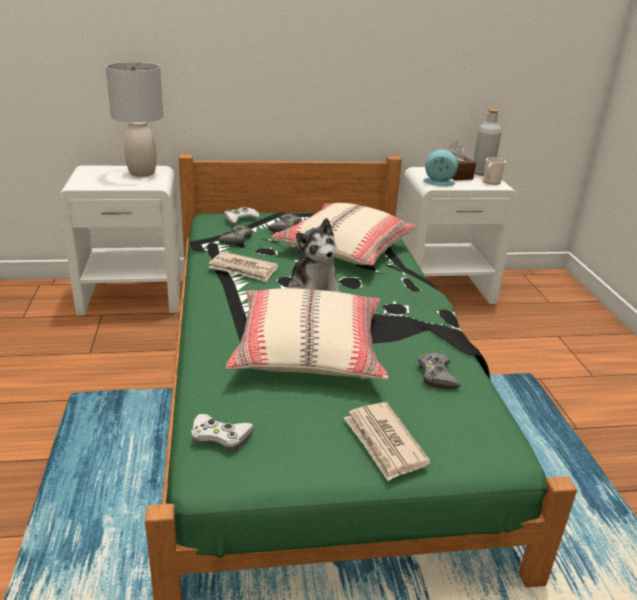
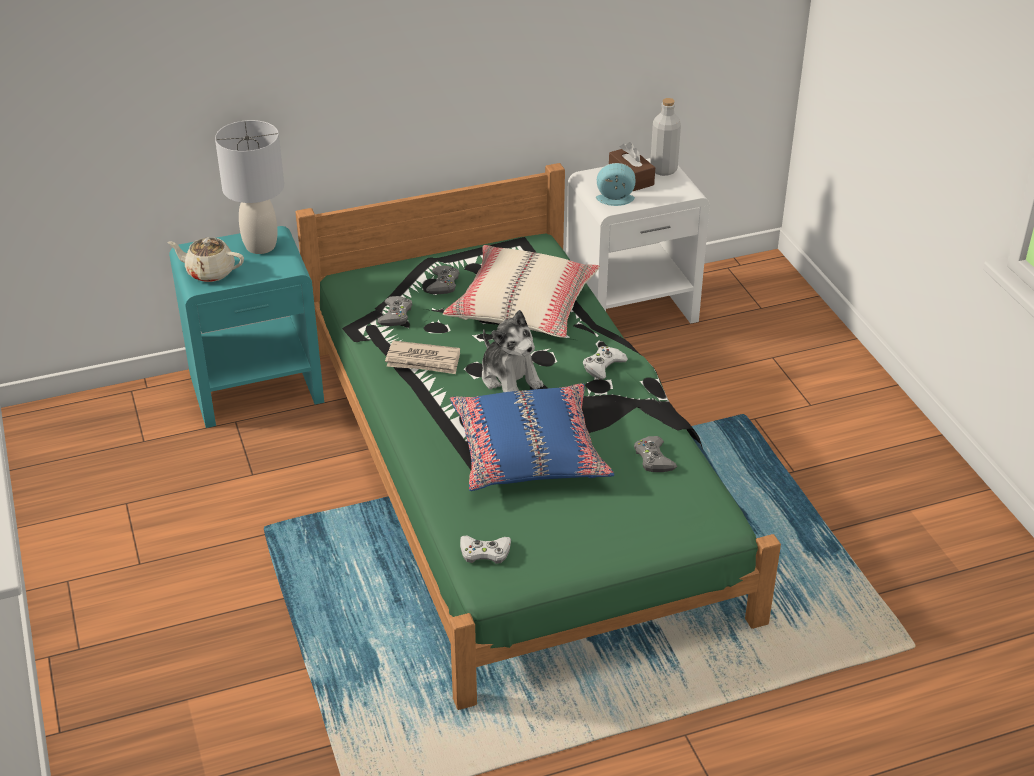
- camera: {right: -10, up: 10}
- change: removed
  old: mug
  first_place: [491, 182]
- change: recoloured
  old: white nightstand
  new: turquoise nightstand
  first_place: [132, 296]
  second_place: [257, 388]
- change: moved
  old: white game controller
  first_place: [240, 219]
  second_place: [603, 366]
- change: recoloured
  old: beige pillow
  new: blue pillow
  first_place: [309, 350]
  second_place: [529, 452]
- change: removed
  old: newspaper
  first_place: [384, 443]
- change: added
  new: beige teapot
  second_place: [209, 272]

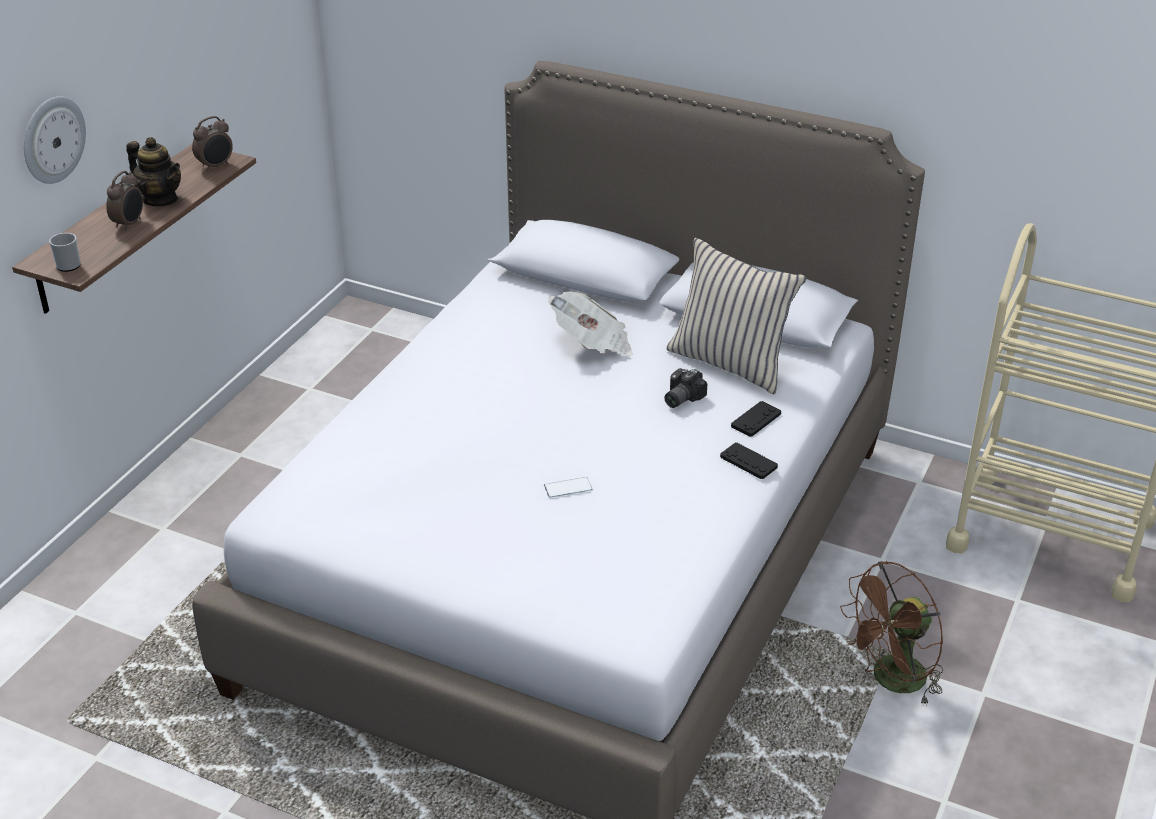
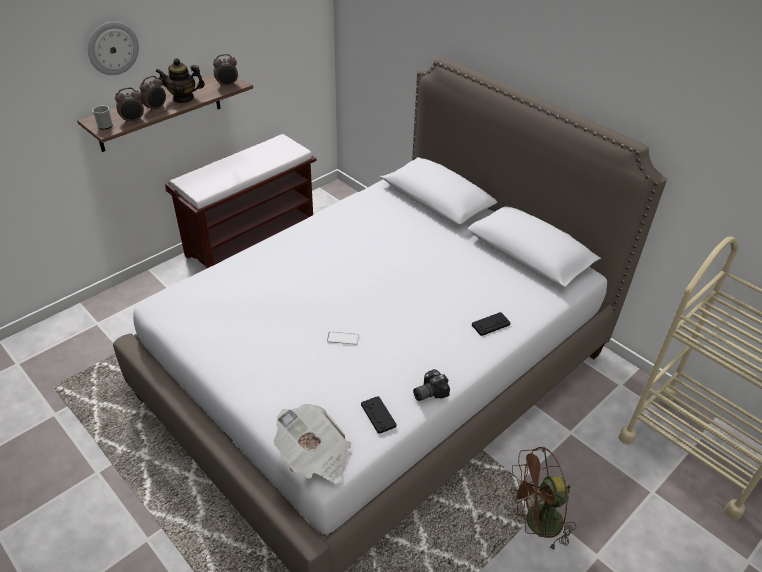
- camera: {right: 20, up: 5}
- change: turned
  old: teapot
  first_place: [160, 199]
  second_place: [183, 98]
  degrees: 120
- change: removed
  old: beige pillow
  first_place: [730, 362]
- change: moved
  old: newspaper
  first_place: [592, 344]
  second_place: [314, 456]
- change: moved
  old: photo camera
  first_place: [680, 398]
  second_place: [428, 392]
- change: moved
  old: black game controller
  first_place: [748, 462]
  second_place: [378, 415]
- change: added
  new: alarm clock
  second_place: [133, 121]
- change: added
  new: brown bench
  second_place: [252, 239]

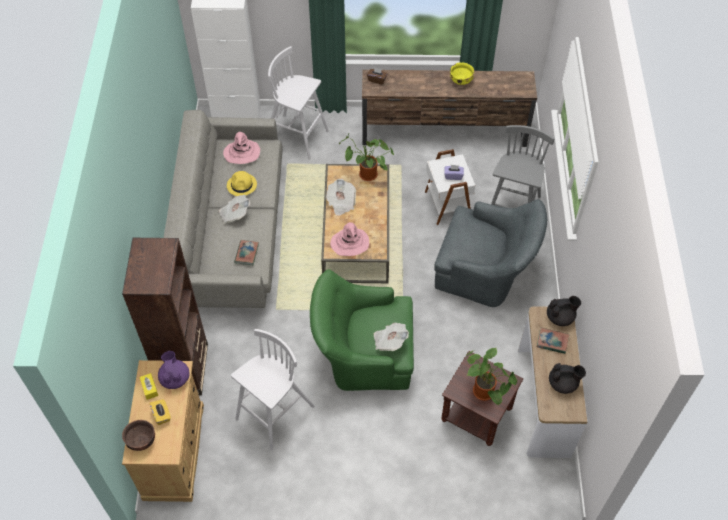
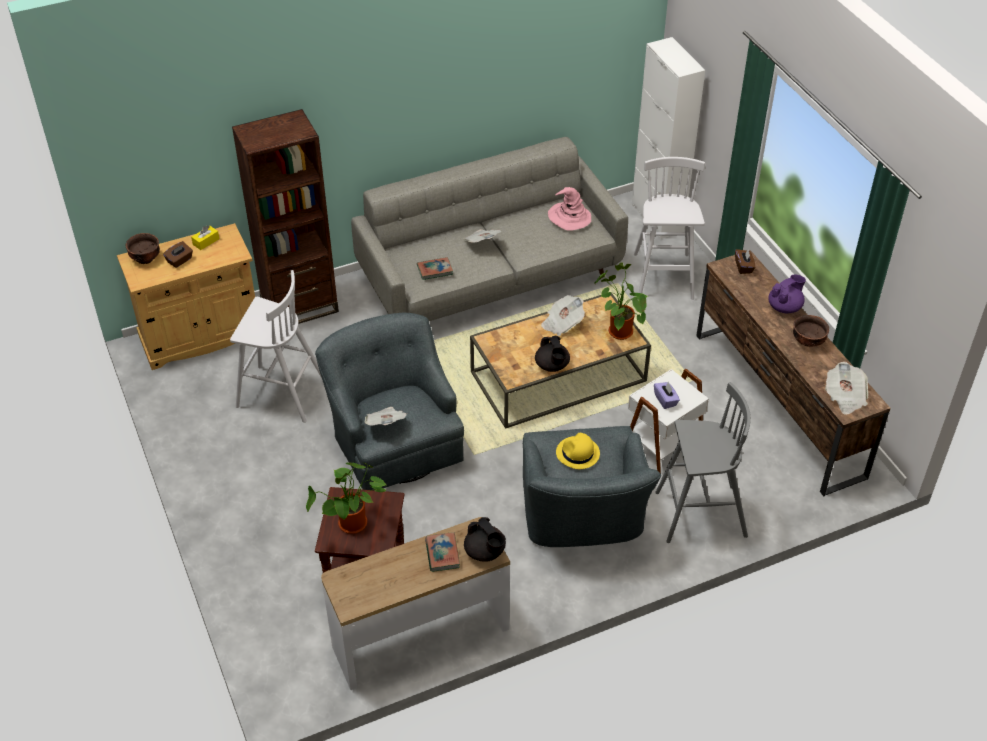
- camera: {right: 65, up: -10}
- change: recoloured
  old: yellow bowl
  new: brown bowl
  first_place: [460, 80]
  second_place: [808, 341]
- change: moved
  old: yellow hat
  first_place: [242, 185]
  second_place: [577, 453]
- change: removed
  old: pink hat
  first_place: [350, 243]
- change: recoloured
  old: green armchair
  new: grey armchair
  first_place: [363, 354]
  second_place: [394, 440]
- change: moved
  old: purple teapot
  first_place: [175, 378]
  second_place: [785, 307]
- change: moved
  old: black teapot
  first_place: [563, 383]
  second_place: [552, 366]
- change: recoloured
  old: yellow tissue box
  new: brown tissue box
  first_place: [162, 415]
  second_place: [180, 260]
- change: added
  new: newspaper
  second_place: [845, 397]

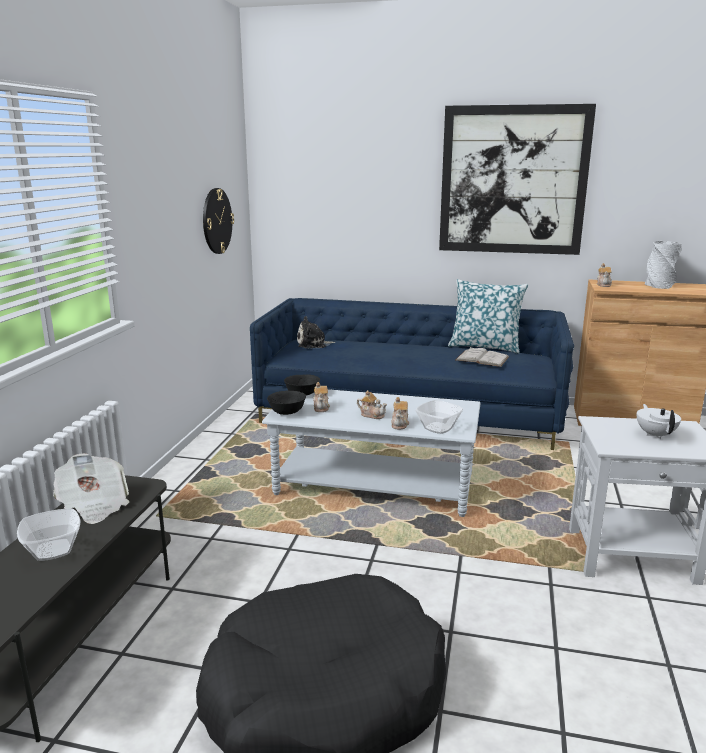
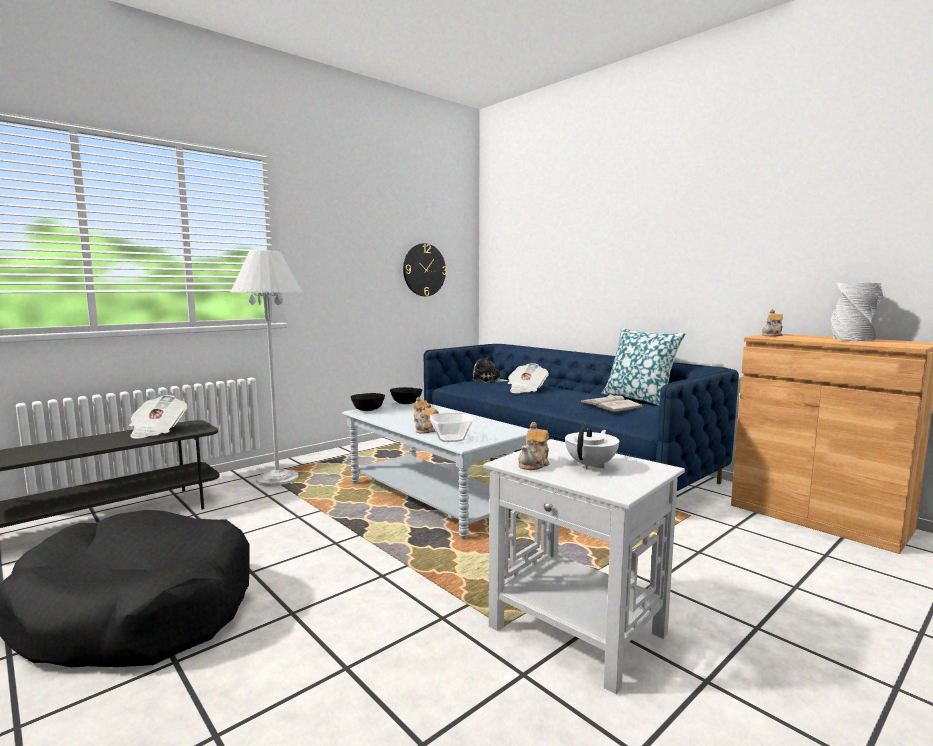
- camera: {right: 35, up: -10}
- change: removed
  old: picture
  first_place: [513, 180]
- change: moved
  old: teapot
  first_place: [321, 407]
  second_place: [534, 464]
- change: removed
  old: bowl
  first_place: [52, 551]
- change: added
  new: white floor lamp
  second_place: [277, 479]
- change: added
  new: newspaper
  second_place: [526, 390]

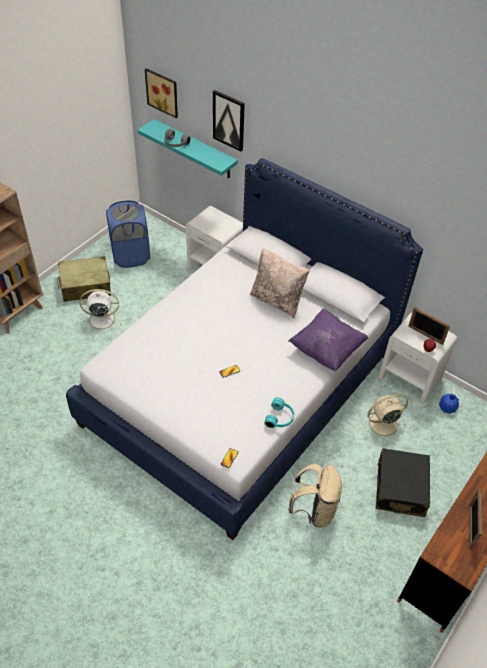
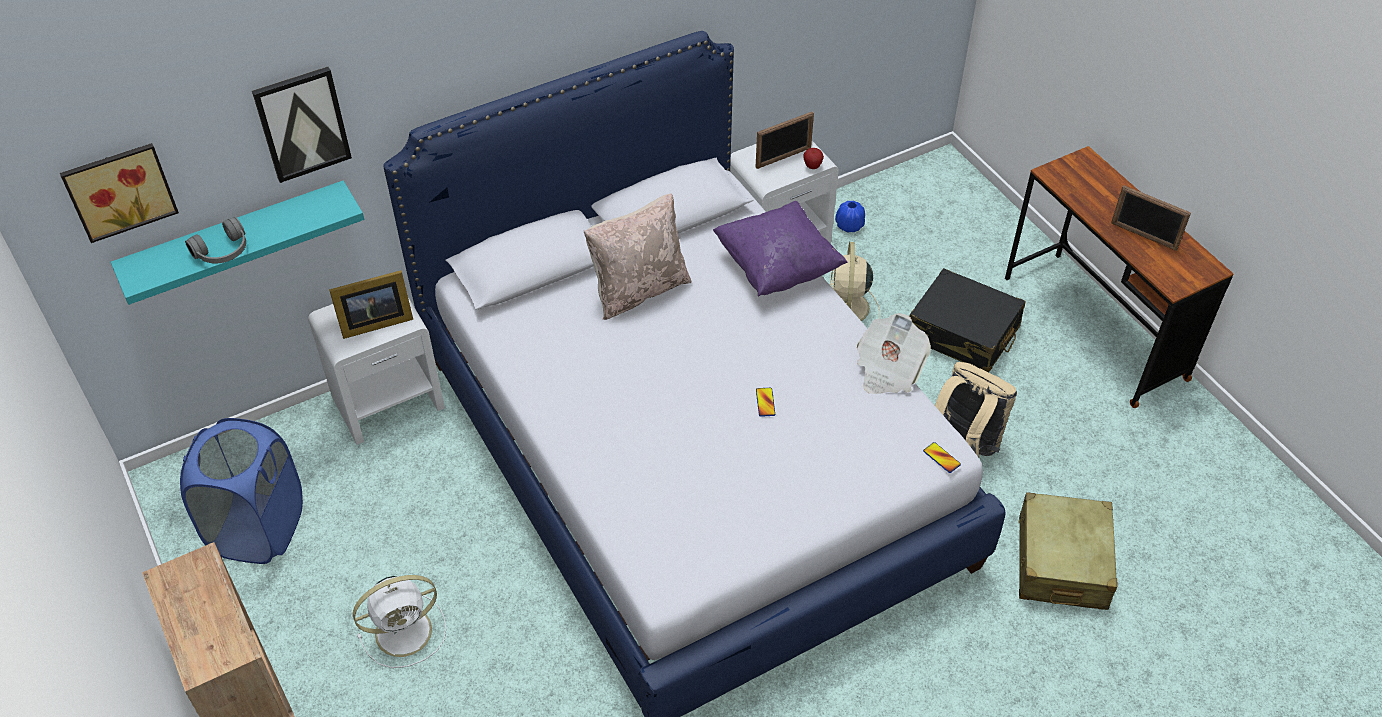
- camera: {right: -65, up: 0}
- change: moved
  old: beige suitcase
  first_place: [85, 286]
  second_place: [1061, 563]
- change: turned
  old: white fan
  first_place: [100, 319]
  second_place: [406, 631]
  degrees: -135
- change: replaced
  old: turquoise headphones
  new: newspaper
  first_place: [280, 418]
  second_place: [888, 369]
- change: added
  new: picture frame
  second_place: [373, 322]

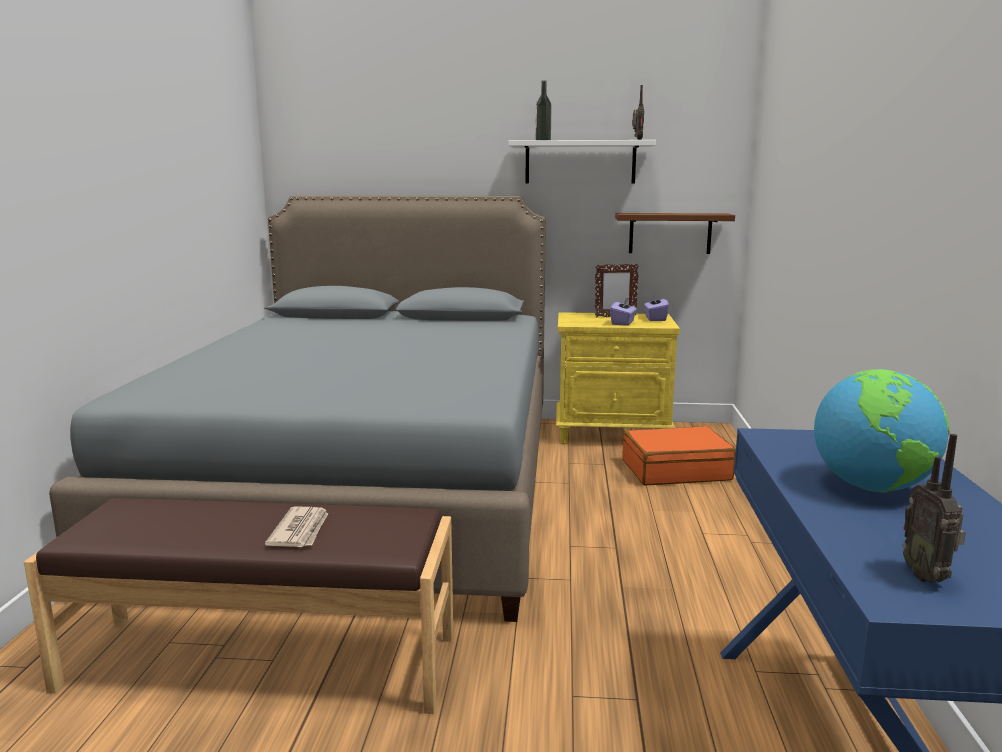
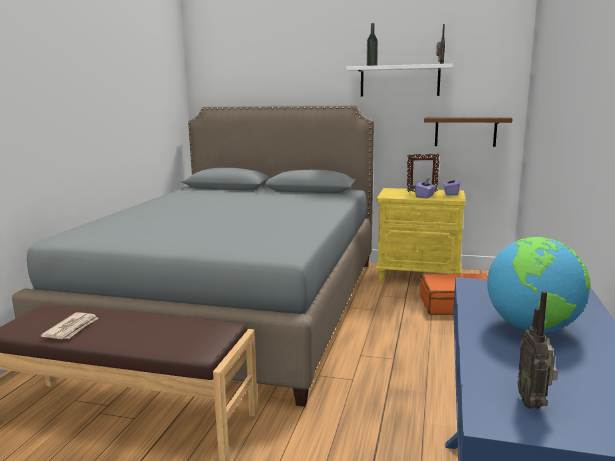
- camera: {right: 10, up: 0}
- change: moved
  old: newspaper
  first_place: [301, 530]
  second_place: [72, 328]

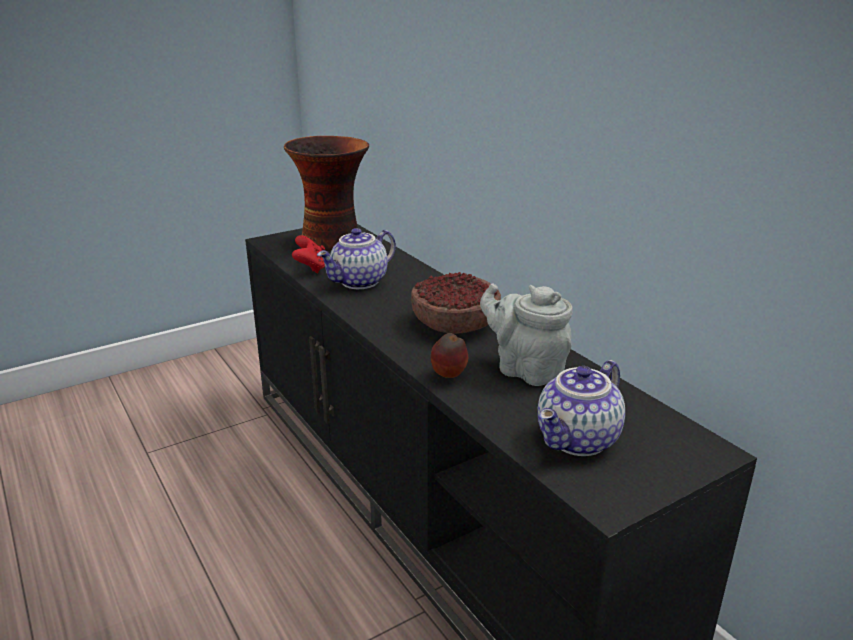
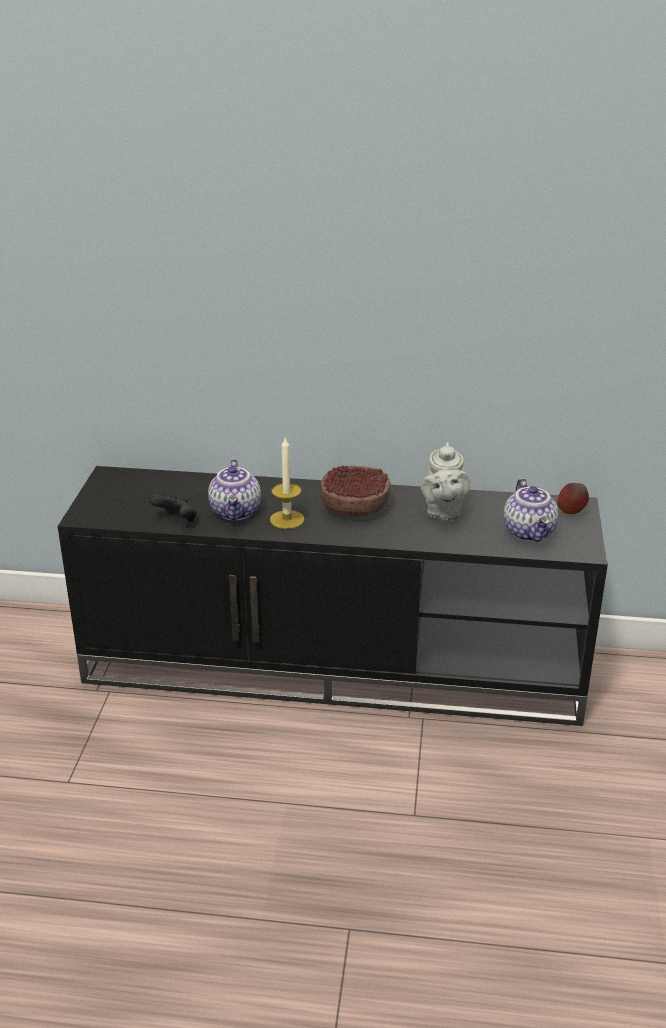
- camera: {right: -50, up: 5}
- change: removed
  old: vase
  first_place: [333, 241]
- change: recoloured
  old: red game controller
  new: black game controller
  first_place: [311, 268]
  second_place: [177, 520]
- change: turned
  old: grey teapot
  first_place: [525, 369]
  second_place: [443, 512]
  degrees: -75
- change: moved
  old: apple
  first_place: [449, 377]
  second_place: [571, 513]
- change: added
  new: candle
  second_place: [287, 519]

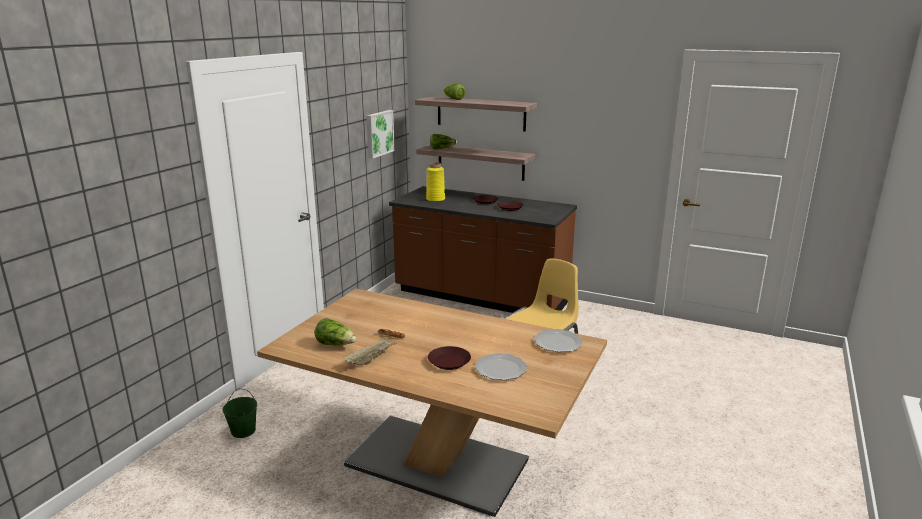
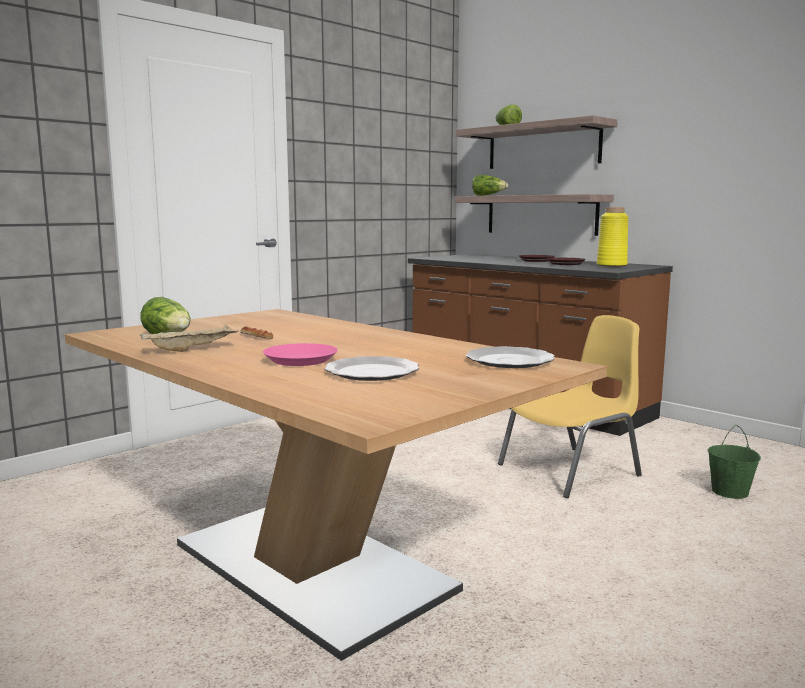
- camera: {right: 20, up: -10}
- change: removed
  old: picture
  first_place: [378, 133]
- change: moved
  old: yellow vase
  first_place: [435, 199]
  second_place: [611, 265]
- change: recoloured
  old: brown plate
  new: pink plate
  first_place: [449, 362]
  second_place: [300, 360]
- change: moved
  old: green bucket
  first_place: [243, 431]
  second_place: [729, 492]

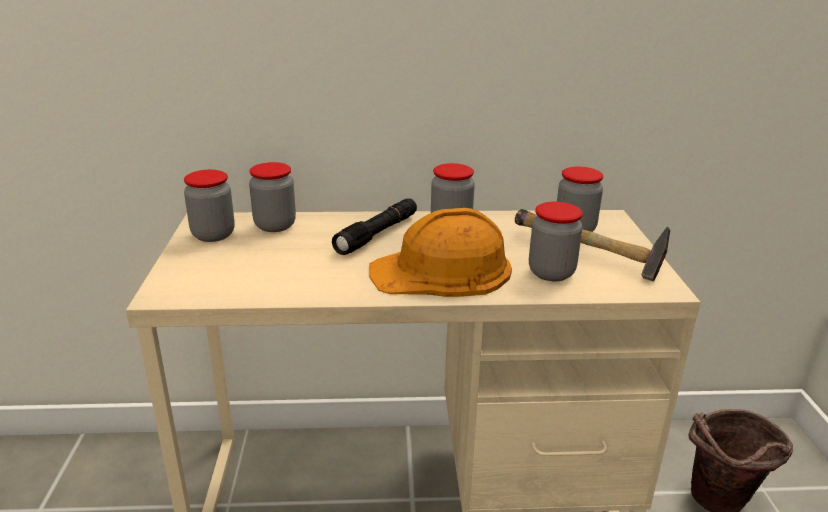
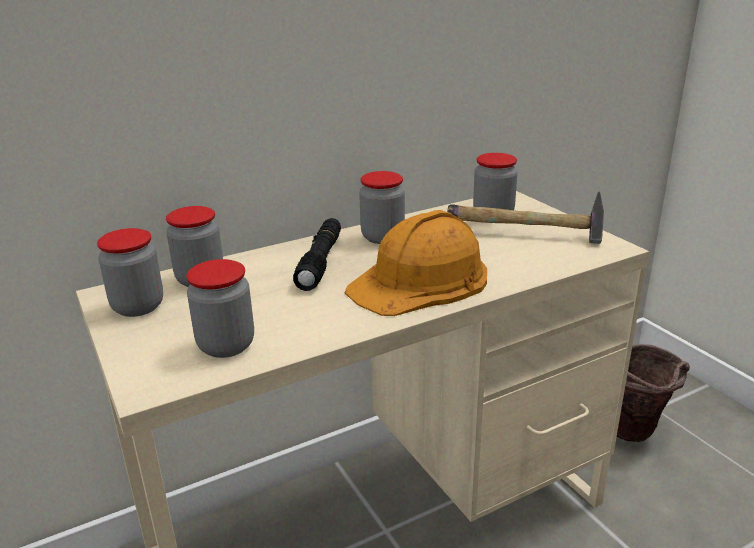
- camera: {right: -25, up: 0}
- change: moved
  old: jar
  first_place: [551, 273]
  second_place: [226, 345]

